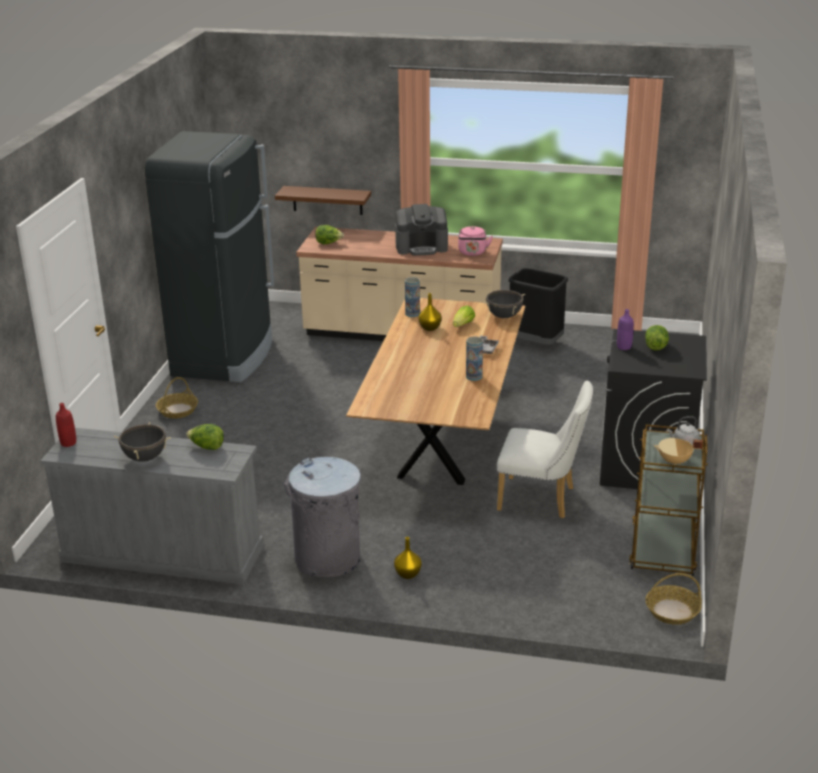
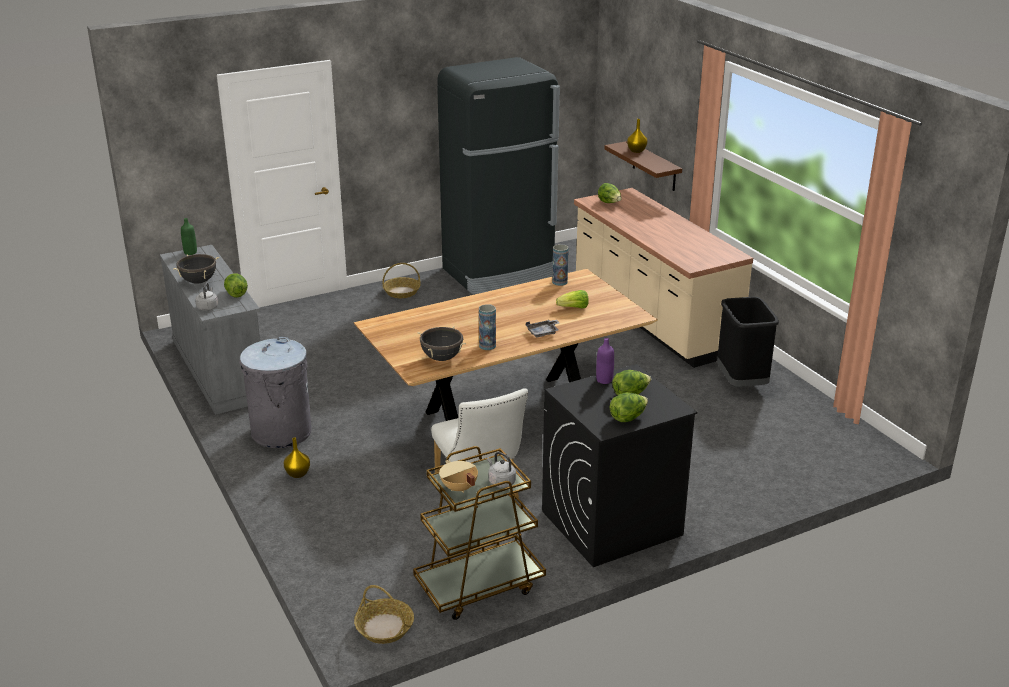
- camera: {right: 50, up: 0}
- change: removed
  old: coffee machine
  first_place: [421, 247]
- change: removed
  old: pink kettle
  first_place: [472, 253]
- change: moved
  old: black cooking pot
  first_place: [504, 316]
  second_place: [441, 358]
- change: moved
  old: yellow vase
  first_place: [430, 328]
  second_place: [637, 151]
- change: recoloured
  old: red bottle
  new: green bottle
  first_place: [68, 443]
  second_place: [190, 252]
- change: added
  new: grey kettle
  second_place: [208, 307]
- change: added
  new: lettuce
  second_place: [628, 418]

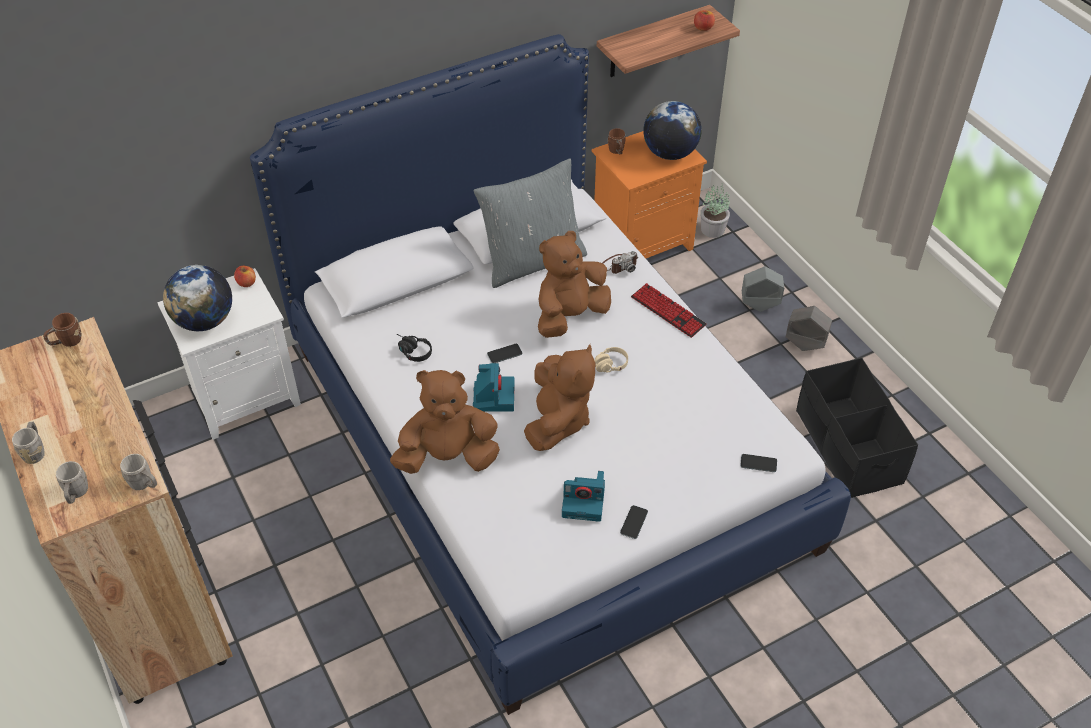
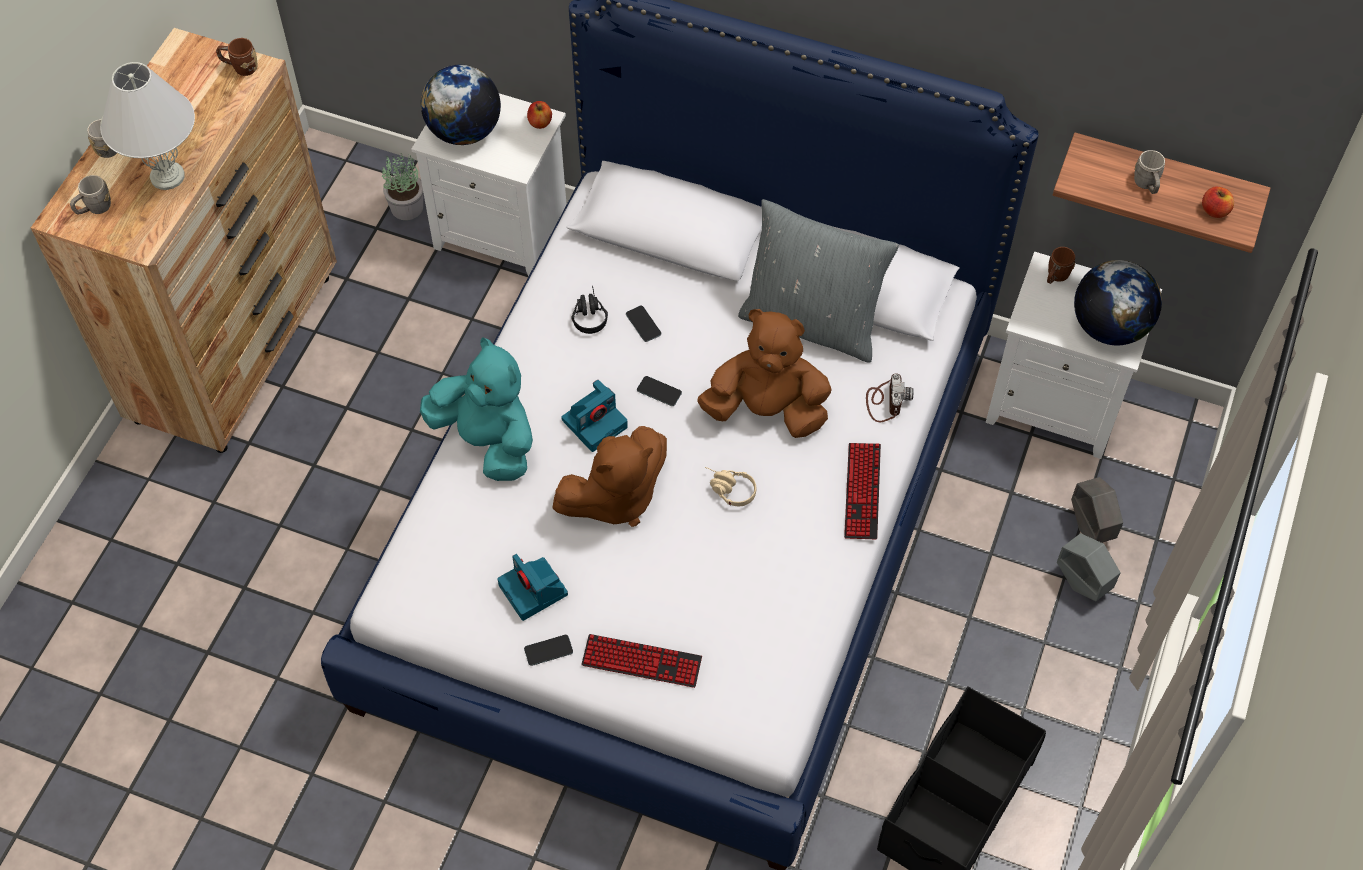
- camera: {right: 50, up: 10}
- change: recoloured
  old: orange nightstand
  new: white nightstand
  first_place: [642, 242]
  second_place: [1057, 403]
- change: moved
  old: potted plant
  first_place: [712, 229]
  second_place: [407, 207]
- change: turned
  old: photo camera
  first_place: [619, 265]
  second_place: [885, 401]
  degrees: -105
- change: moved
  old: grey planter
  first_place: [804, 345]
  second_place: [1090, 527]
- change: recoloured
  old: brown plush toy
  new: turquoise plush toy
  first_place: [448, 457]
  second_place: [487, 440]
- change: moved
  old: grey mug
  first_place: [144, 484]
  second_place: [1147, 185]
- change: moved
  old: phone
  first_place: [758, 463]
  second_place: [643, 324]
- change: added
  new: white table lamp
  second_place: [168, 176]
- change: added
  new: keyboard
  second_place: [641, 662]

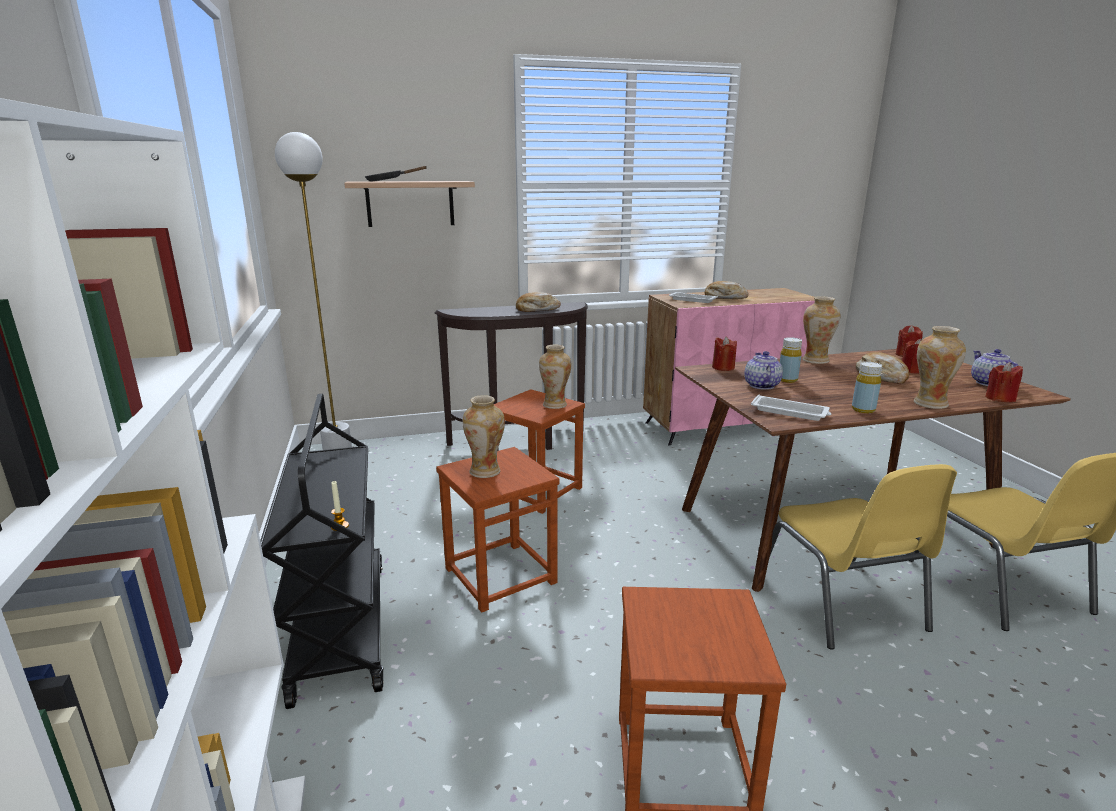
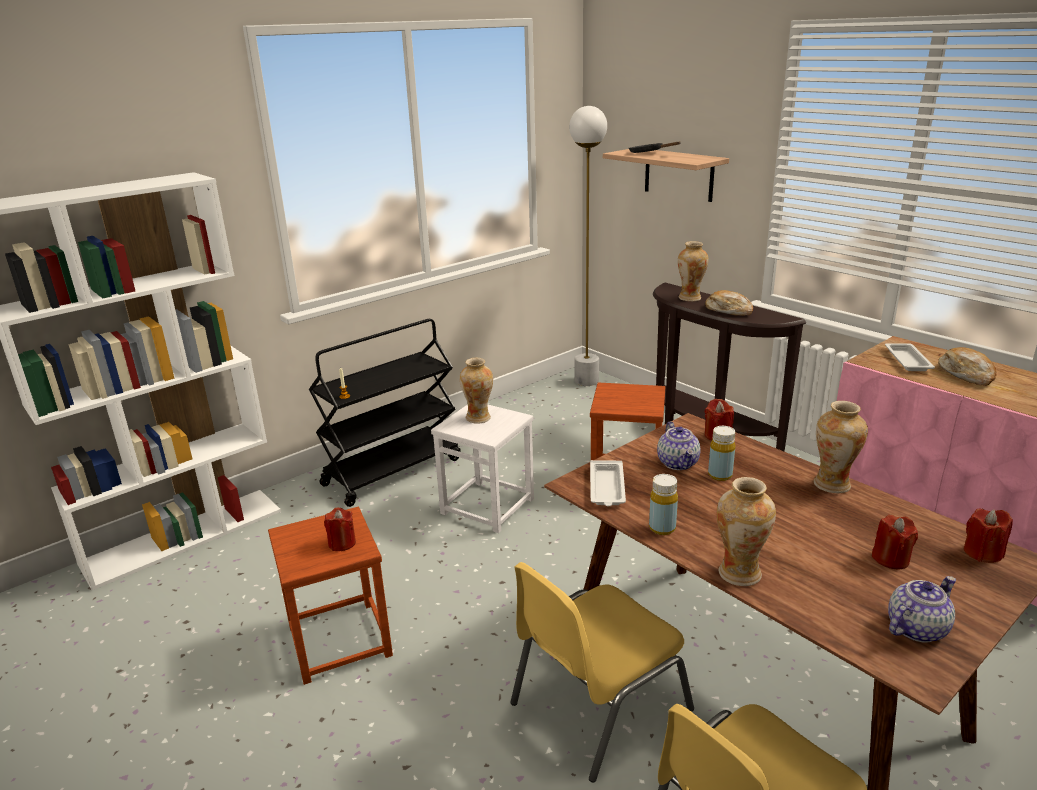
- camera: {right: 65, up: 5}
- change: moved
  old: vase
  first_place: [555, 405]
  second_place: [690, 298]
- change: turned
  old: teapot
  first_place: [761, 385]
  second_place: [678, 463]
  degrees: 105
- change: removed
  old: bread
  first_place: [881, 376]
- change: moved
  old: red candle
  first_place: [1000, 398]
  second_place: [342, 543]
- change: recoloured
  old: brown stool
  new: white stool
  first_place: [500, 575]
  second_place: [488, 506]

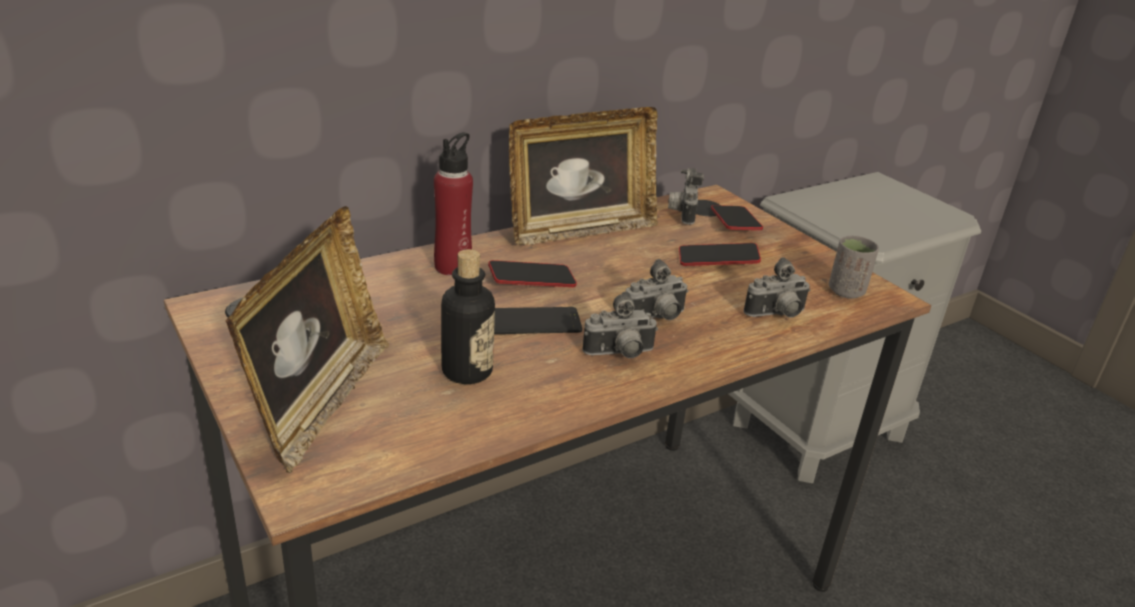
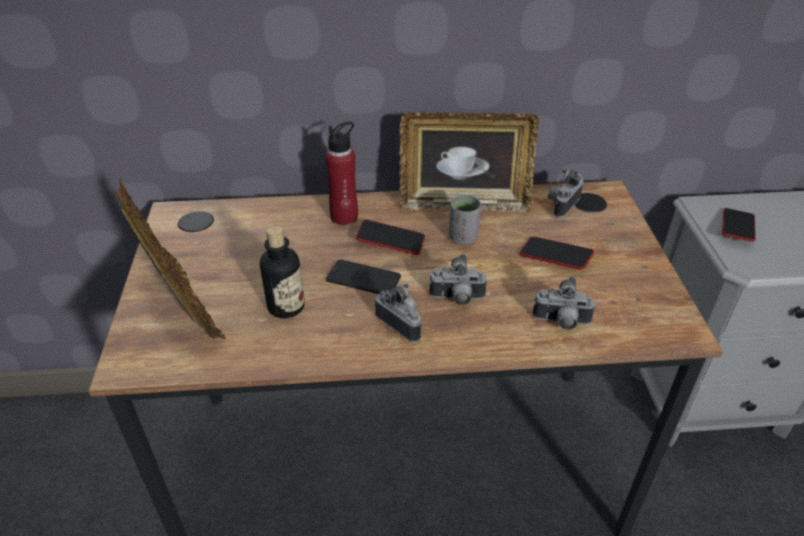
- camera: {right: 30, up: 10}
- change: moved
  old: phone
  first_place: [735, 223]
  second_place: [736, 228]
- change: turned
  old: picture frame
  first_place: [319, 403]
  second_place: [180, 305]
  degrees: -75
- change: moved
  old: grey cup
  first_place: [846, 291]
  second_place: [463, 237]
- change: turned
  old: photo camera
  first_place: [620, 355]
  second_place: [402, 324]
  degrees: -150

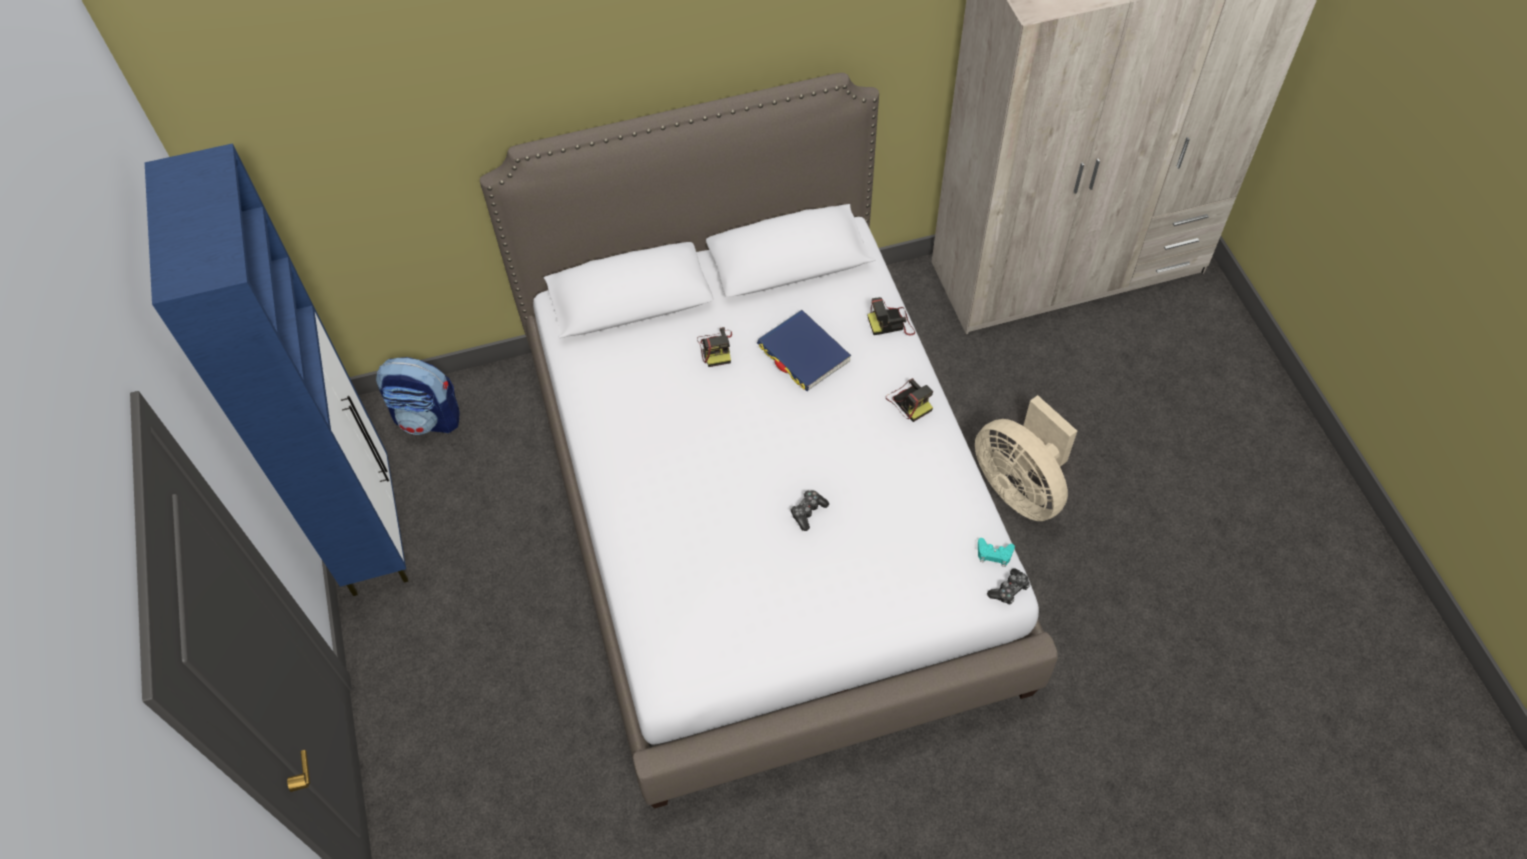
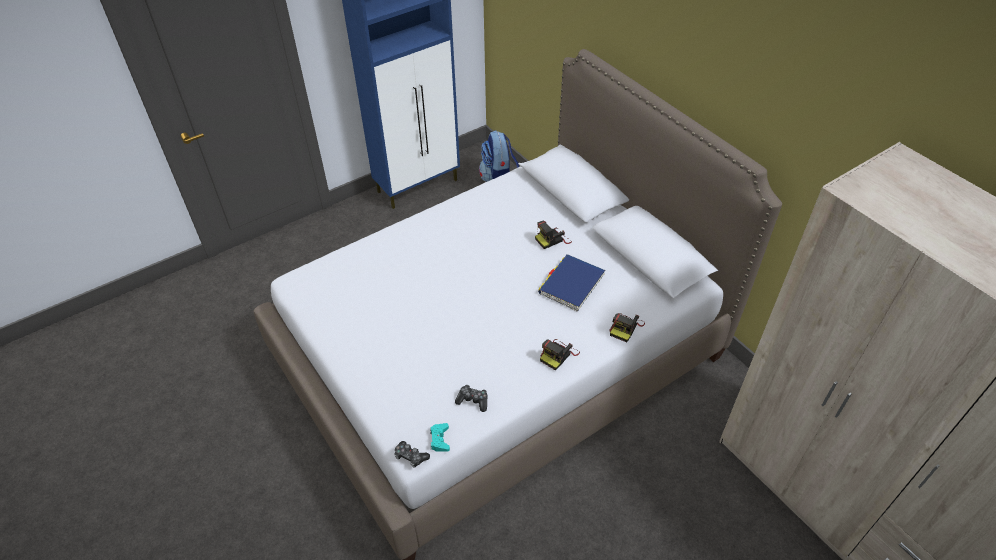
- camera: {right: 70, up: -10}
- change: turned
  old: photo camera
  first_place: [891, 323]
  second_place: [625, 327]
  degrees: -120
- change: removed
  old: beige fan
  first_place: [1020, 487]
- change: moved
  old: game controller
  first_place: [808, 512]
  second_place: [473, 400]

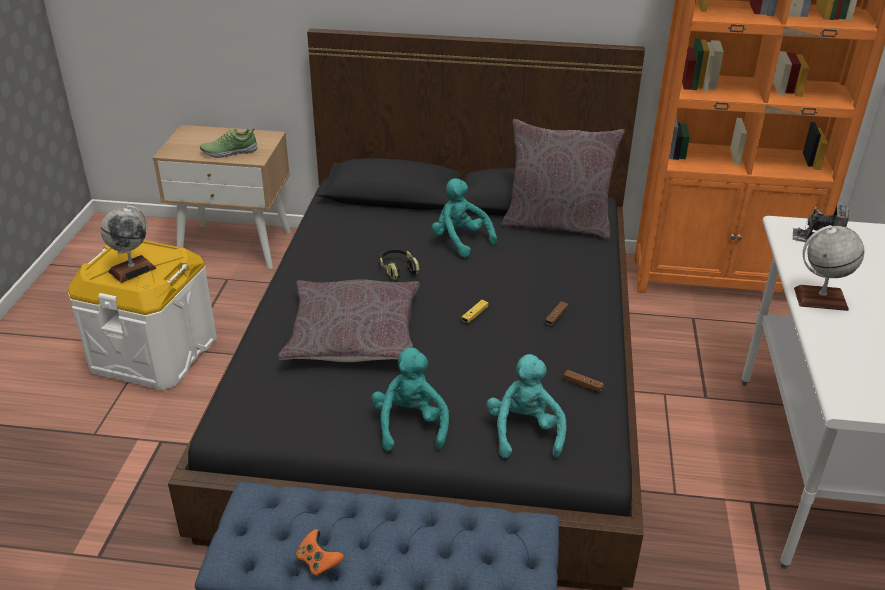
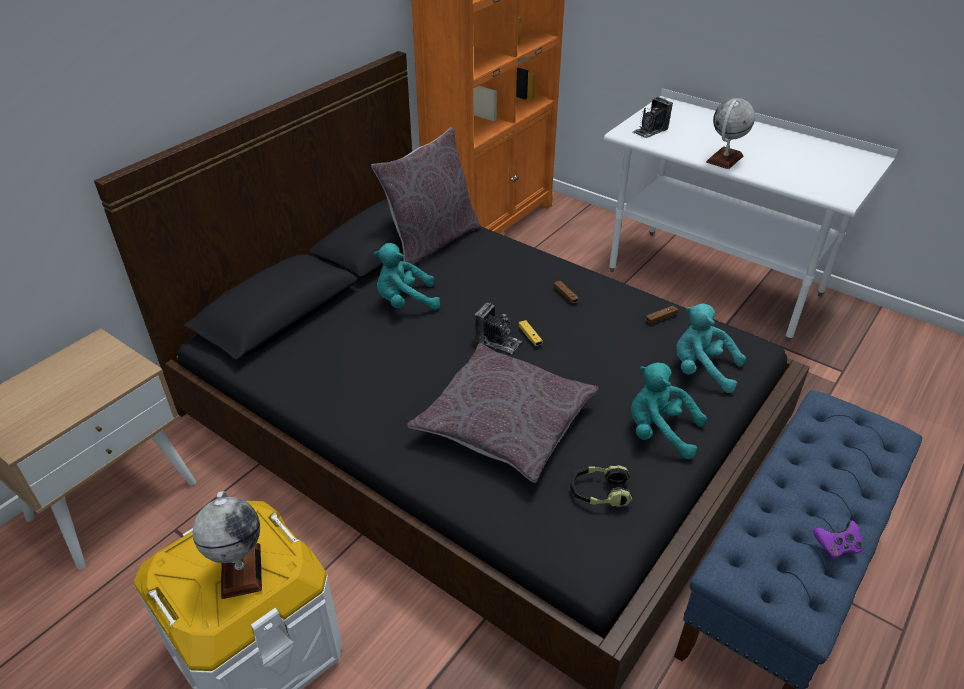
- camera: {right: -60, up: 5}
- change: removed
  old: shoe
  first_place: [229, 152]
- change: moved
  old: headphones
  first_place: [398, 269]
  second_place: [599, 493]
- change: recoloured
  old: orange game controller
  new: purple game controller
  first_place: [318, 561]
  second_place: [836, 546]
- change: added
  new: photo camera
  second_place: [498, 341]

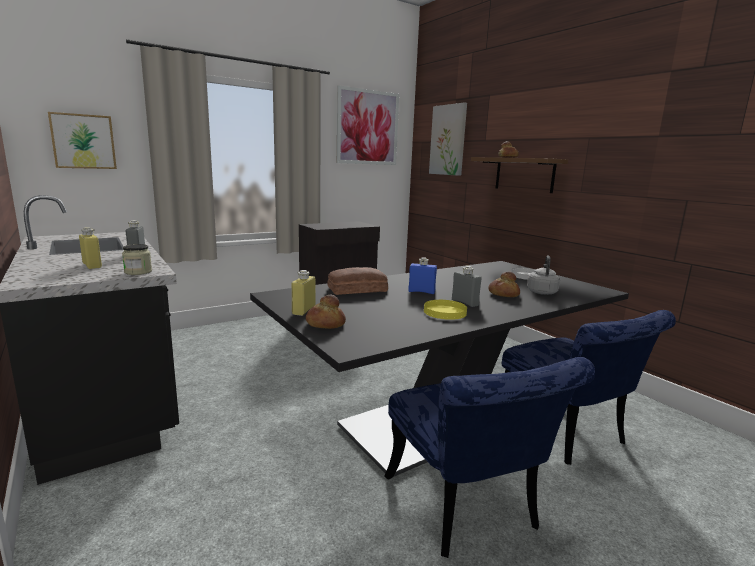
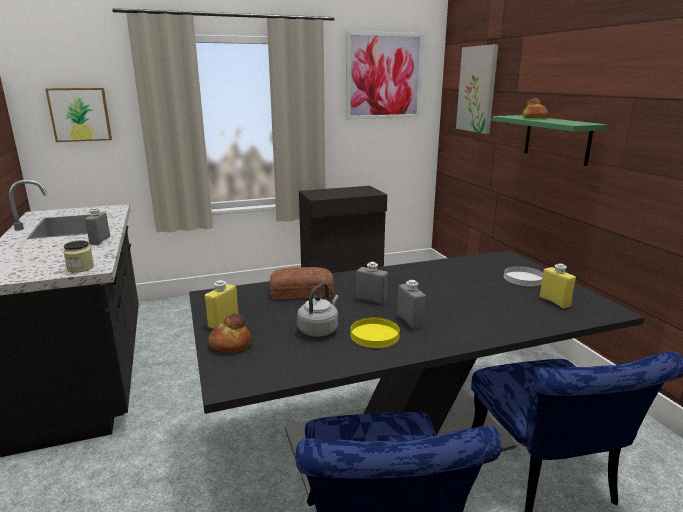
- camera: {right: 15, up: 5}
- change: recoloured
  old: brown shelf
  new: green shelf
  first_place: [524, 174]
  second_place: [556, 139]
- change: moved
  old: yellow bottle
  first_place: [92, 265]
  second_place: [554, 302]
- change: moved
  old: grey kettle
  first_place: [542, 292]
  second_place: [319, 329]
- change: recoloured
  old: blue bottle
  new: grey bottle
  first_place: [421, 292]
  second_place: [371, 300]
- change: removed
  old: bread
  first_place: [503, 294]

